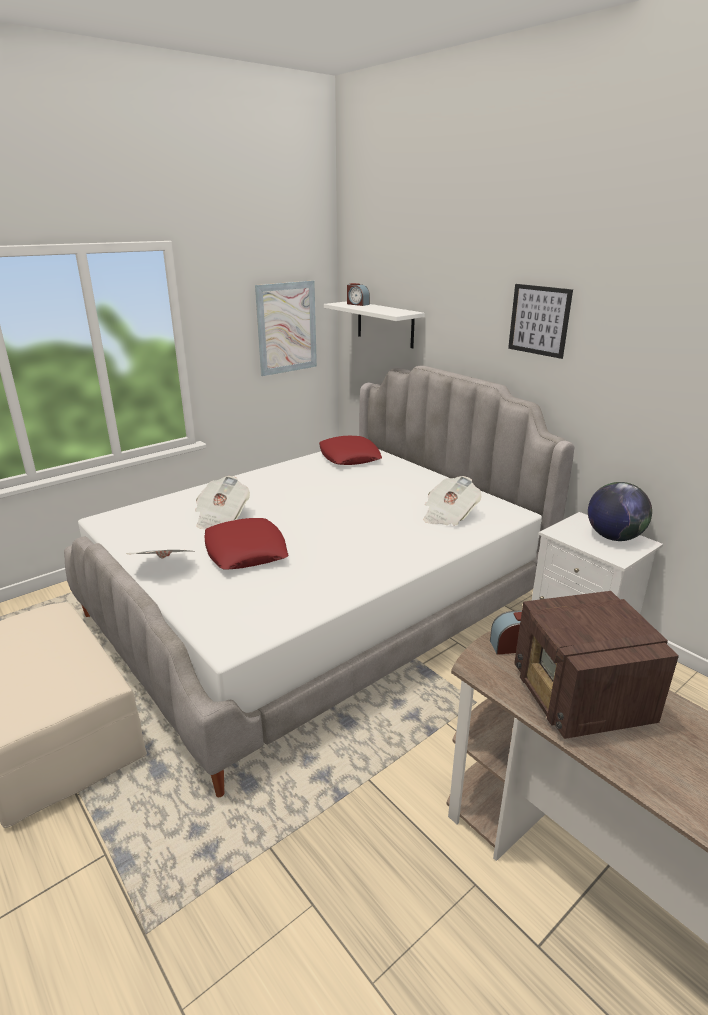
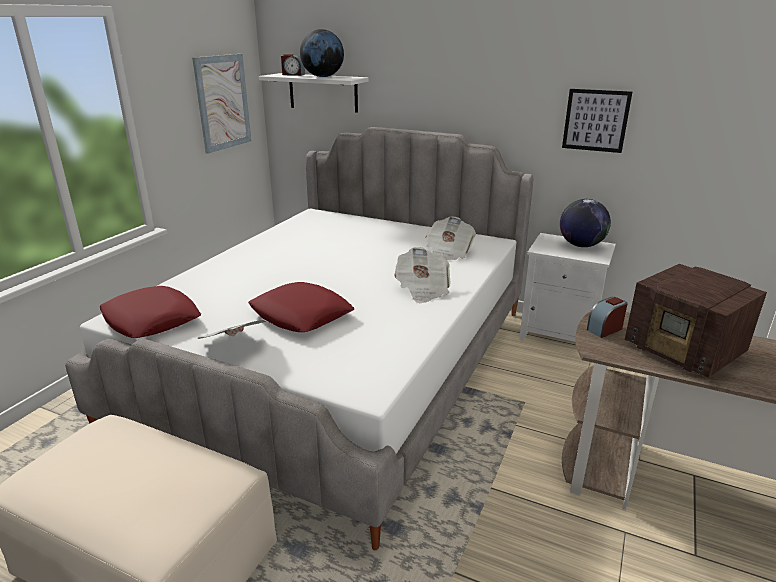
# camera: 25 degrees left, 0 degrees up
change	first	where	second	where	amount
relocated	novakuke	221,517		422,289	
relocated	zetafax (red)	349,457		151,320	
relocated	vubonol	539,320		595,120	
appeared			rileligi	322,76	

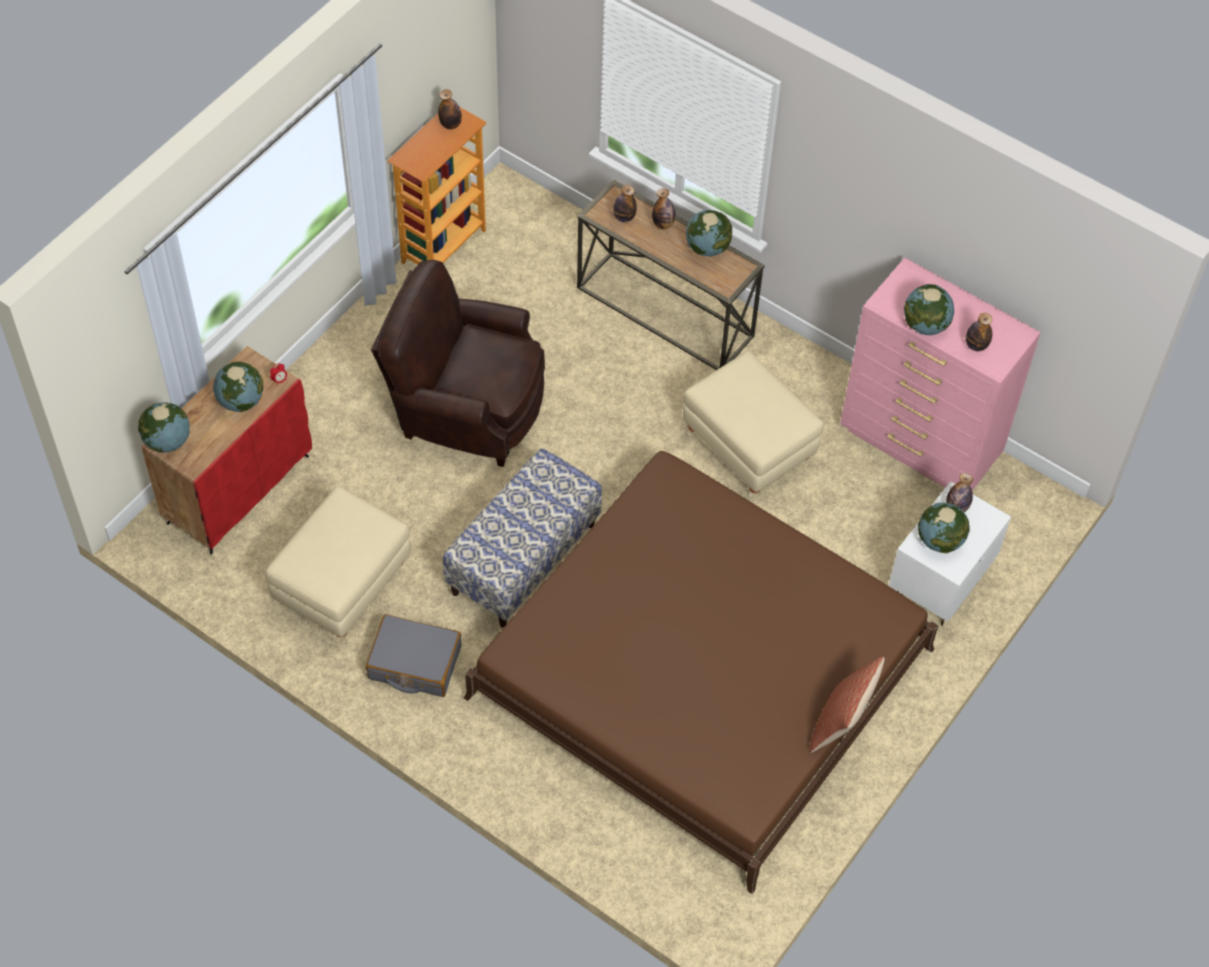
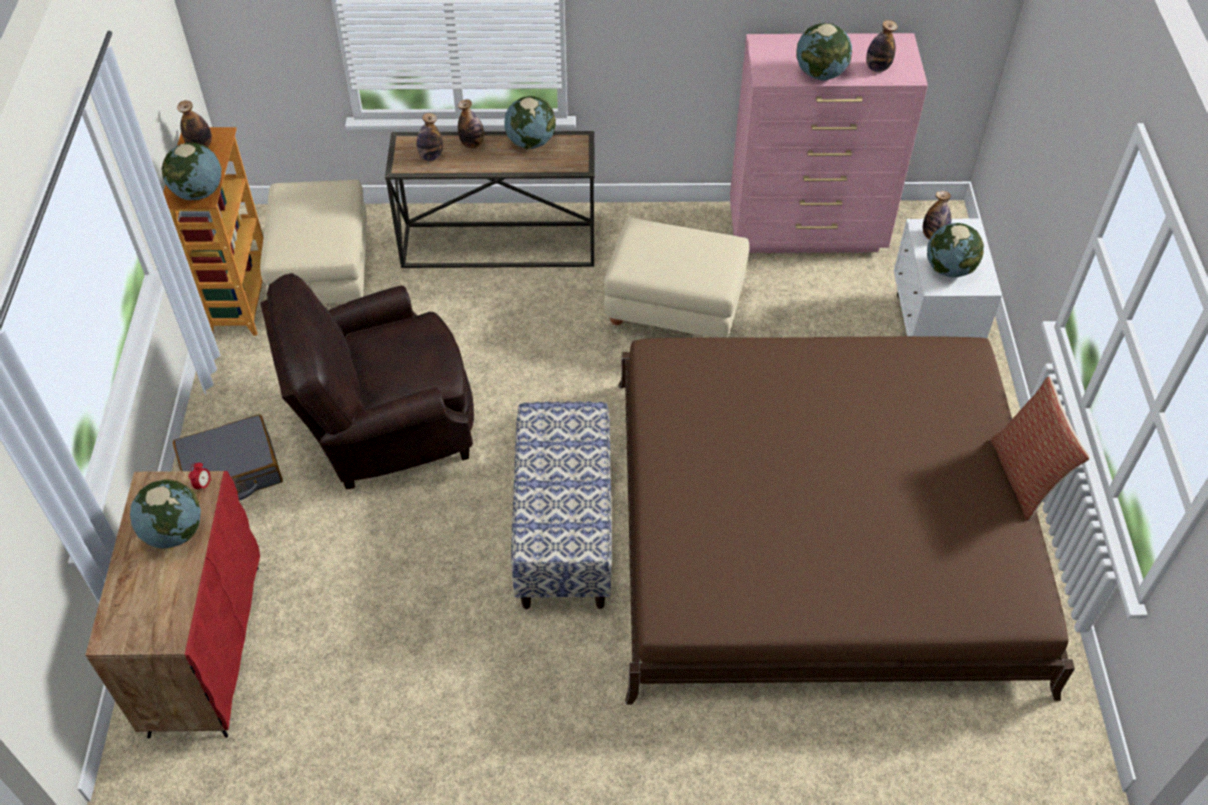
# camera: 35 degrees left, 5 degrees down
change	first	where	second	where	amount
relocated	rileligi	167,441		198,193	
relocated	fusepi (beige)	343,587		325,277	
relocated	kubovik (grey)	414,663		231,471	

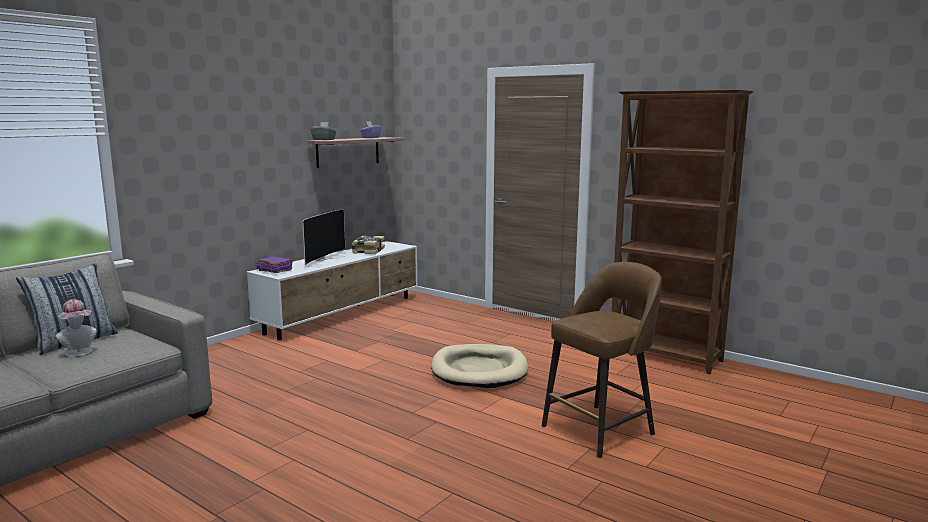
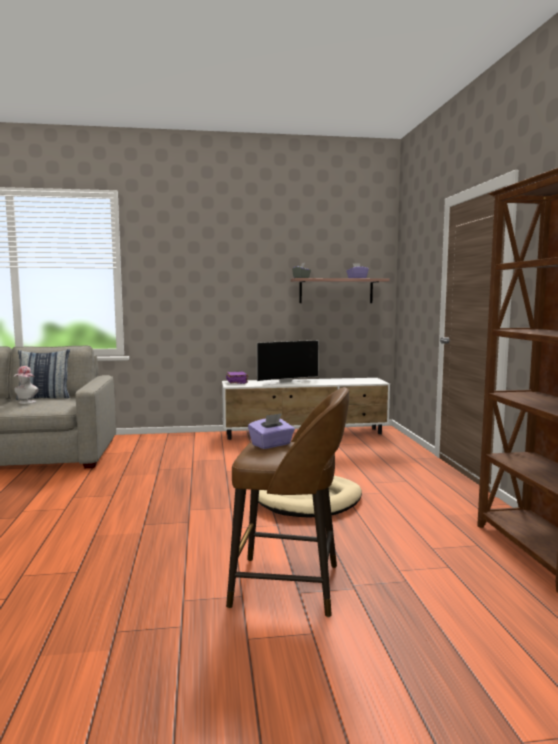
# camera: 45 degrees right, 5 degrees down
change	first	where	second	where	amount
missing	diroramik	367,251			
appeared			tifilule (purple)	271,445	

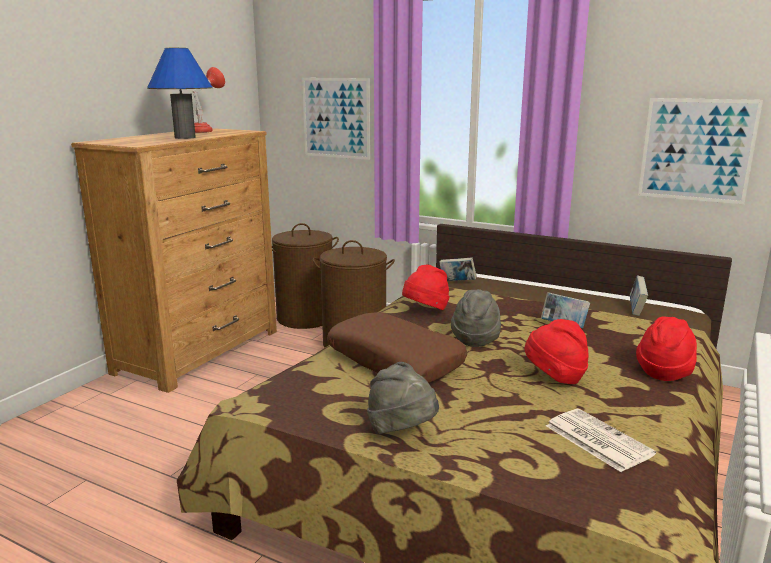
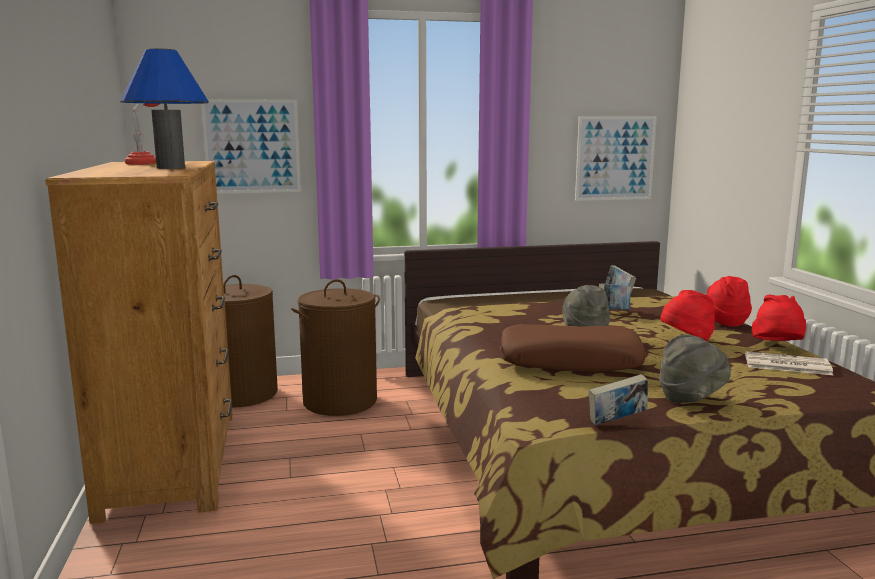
# camera: 40 degrees left, 5 degrees down
change	first	where	second	where	amount
relocated	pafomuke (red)	425,311		778,346	
relocated	diroramik	457,282		617,422	

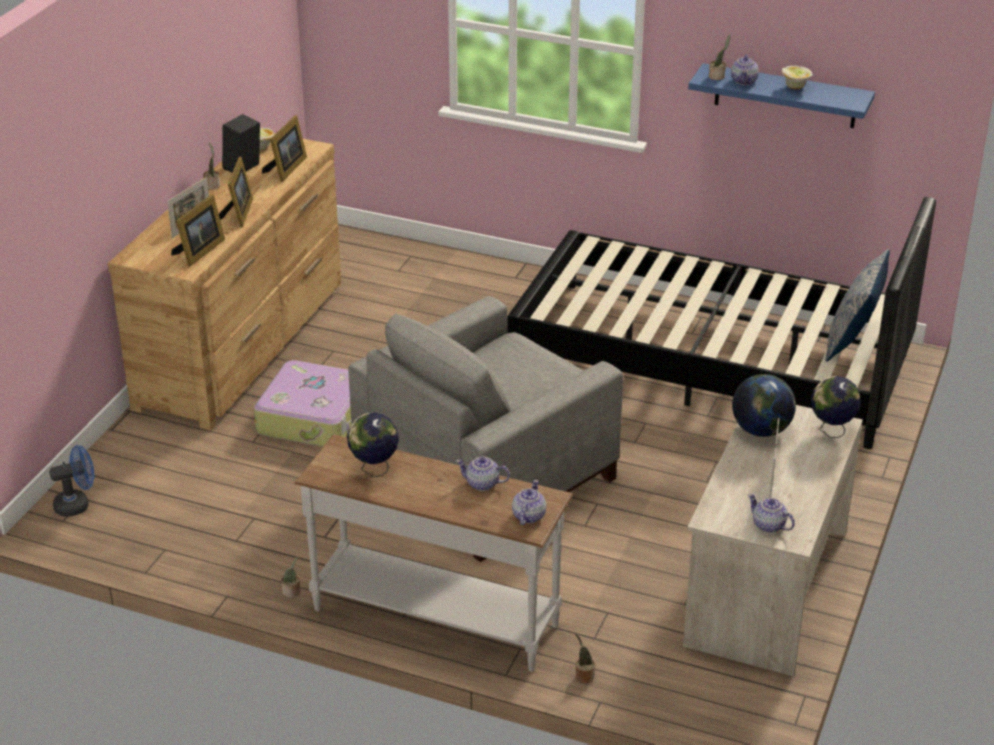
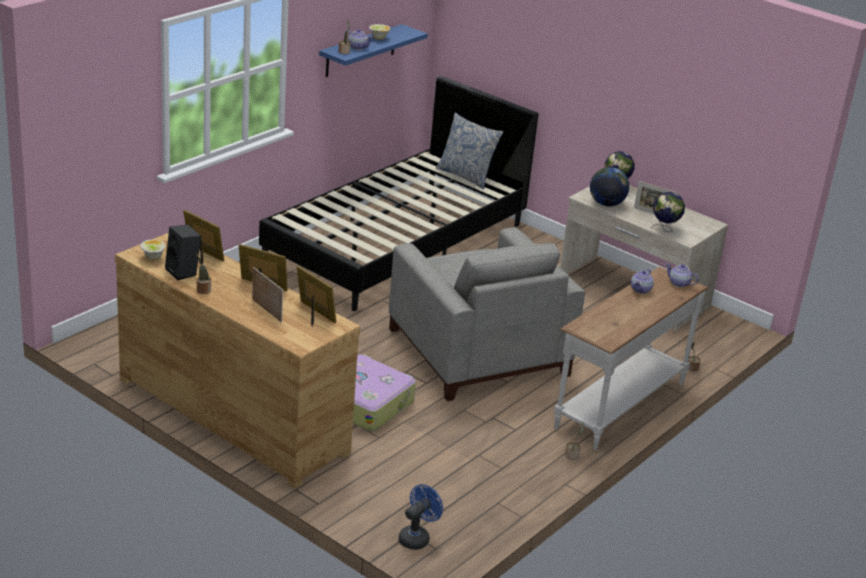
# camera: 75 degrees left, 5 degrees down
change	first	where	second	where	amount
spun	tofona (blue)	77,504		417,537	45 degrees clockwise
relocated	rileligi	374,469		665,229	
missing	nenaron	769,525			

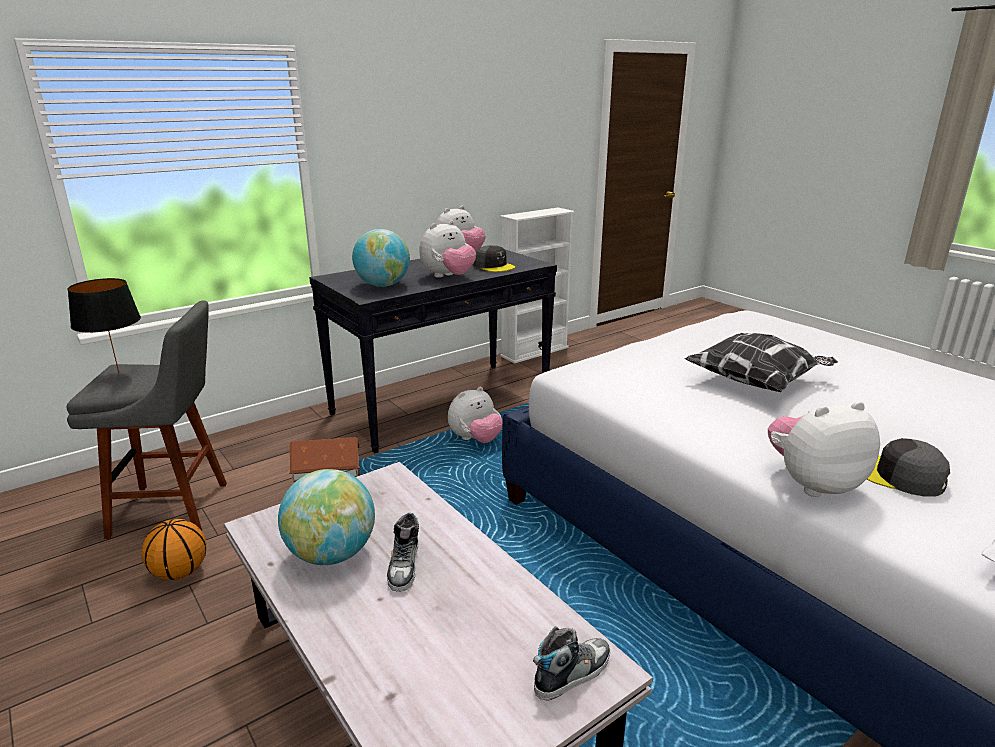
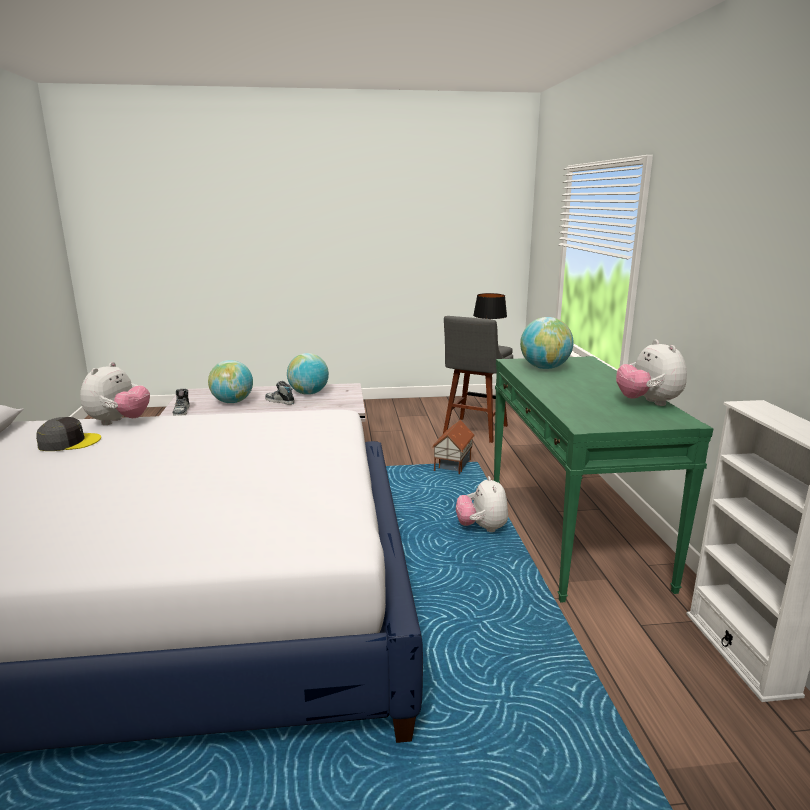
# camera: 120 degrees right, 5 degrees down
change	first	where	second	where	amount
missing	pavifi	179,572			
colour	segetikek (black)	442,404	segetikek (green)	572,531	
missing	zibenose	448,277			
missing	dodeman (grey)	493,266			
missing	zetafax	757,383			
appeared			rileligi	232,402	

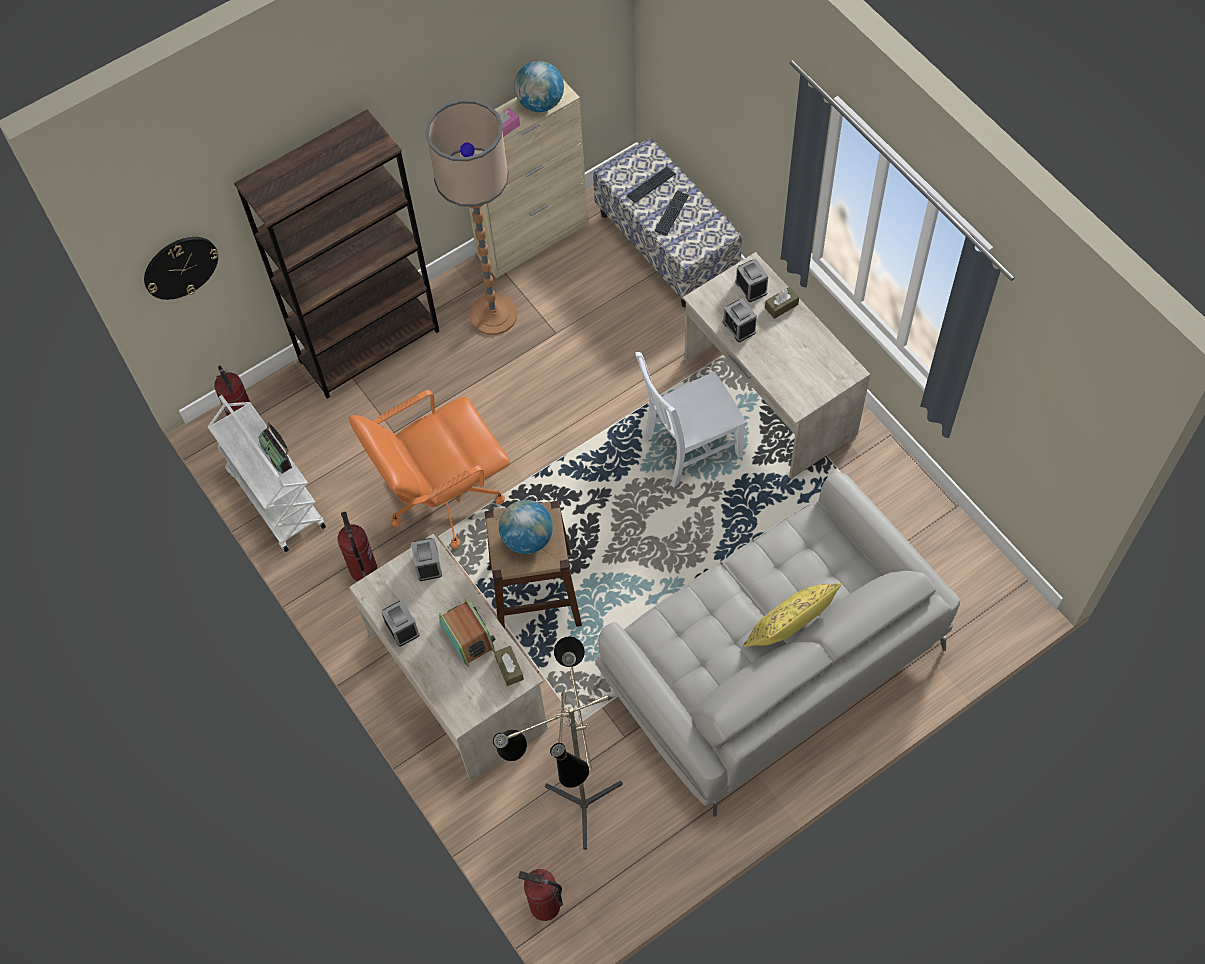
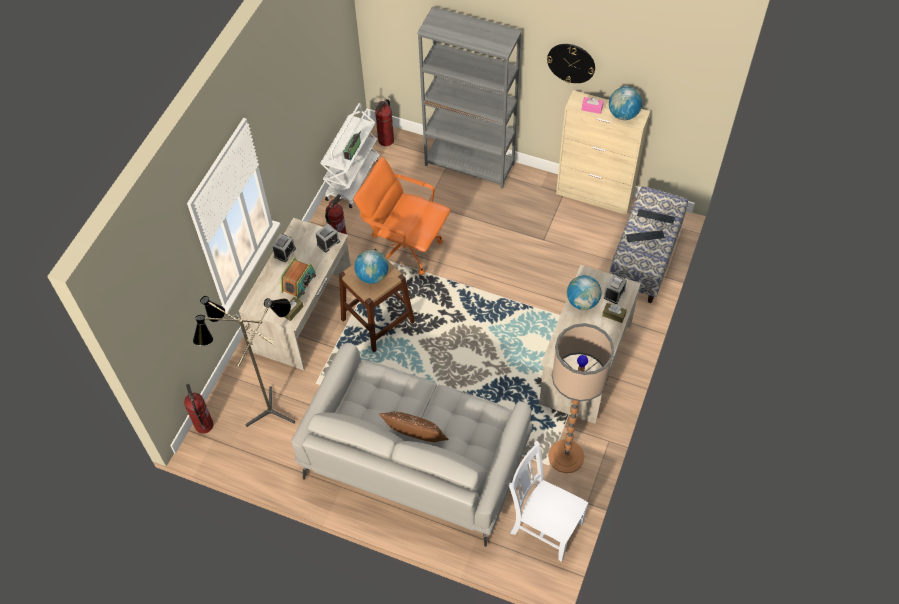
# camera: 55 degrees right, 5 degrees down
change	first	where	second	where	amount
relocated	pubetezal	180,267		571,63	
colour	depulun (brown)	370,346	depulun (grey)	469,164	
relocated	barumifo	493,315		566,456	
relocated	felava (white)	689,448		544,526	
exchanged	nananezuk	739,327	rileligi	582,302	
colour	zetafax (yellow)	788,631	zetafax (brown)	415,439	

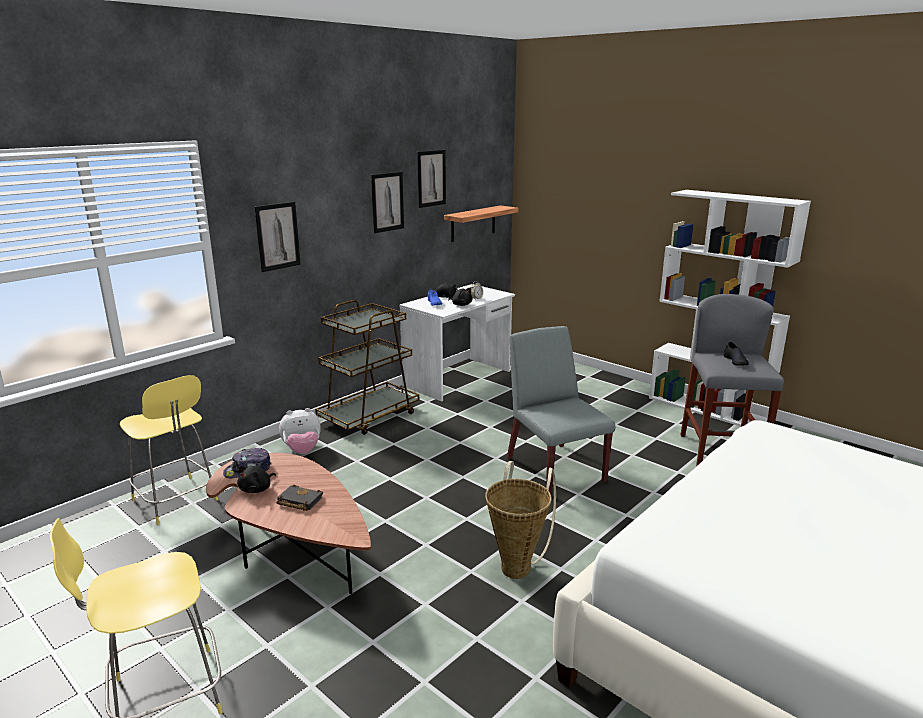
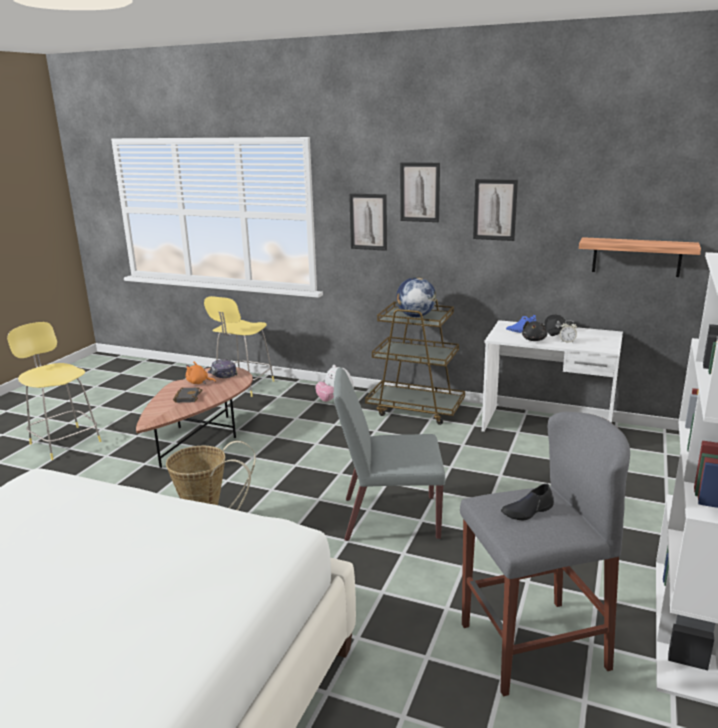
# camera: 70 degrees right, 0 degrees up
change	first	where	second	where	amount
colour	zibenose (black)	257,489	zibenose (orange)	198,382	
relocated	vubonol	431,178		420,192	
spun	felava (grey)	554,469		389,518	135 degrees counterclockwise
appeared			rileligi	415,316	

